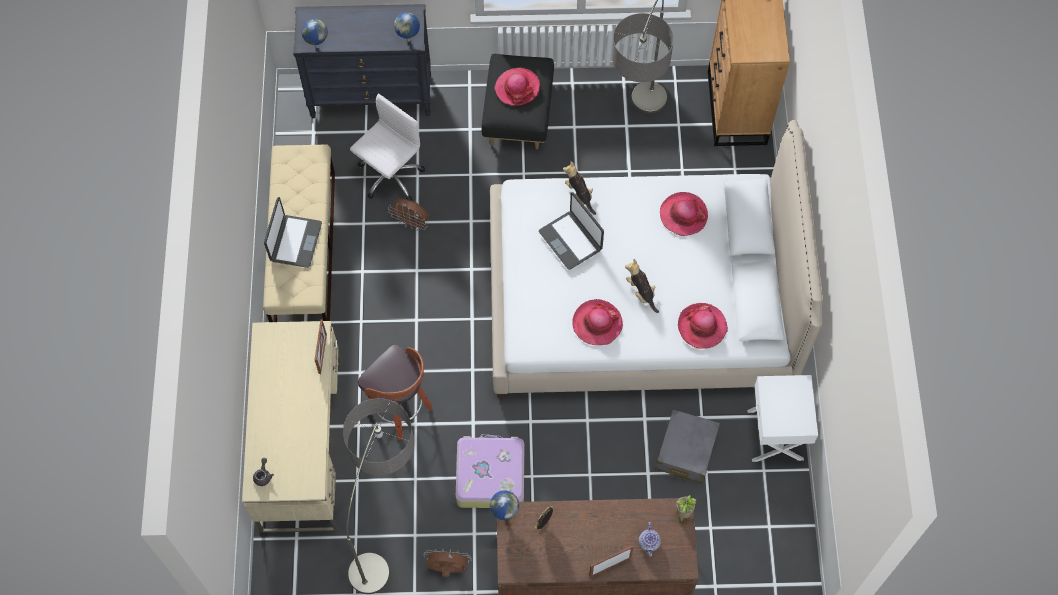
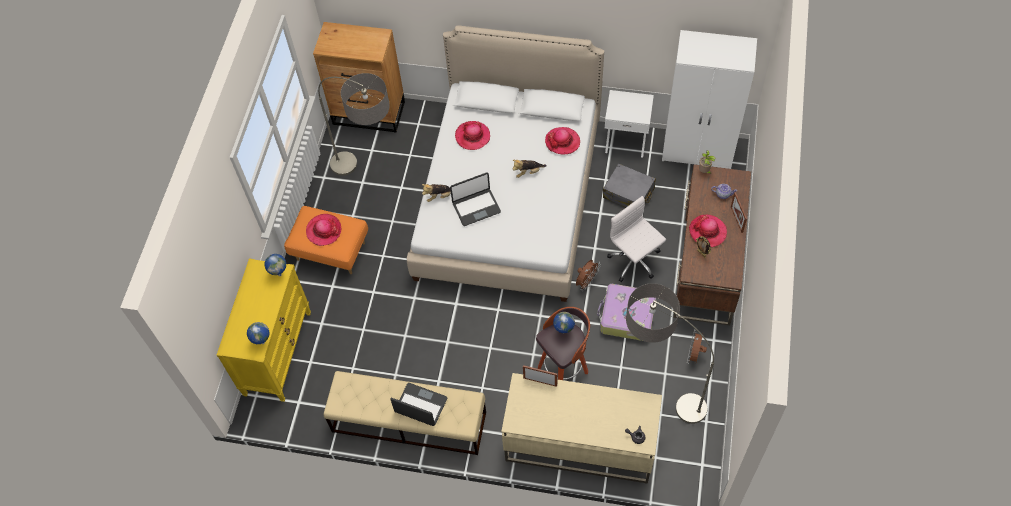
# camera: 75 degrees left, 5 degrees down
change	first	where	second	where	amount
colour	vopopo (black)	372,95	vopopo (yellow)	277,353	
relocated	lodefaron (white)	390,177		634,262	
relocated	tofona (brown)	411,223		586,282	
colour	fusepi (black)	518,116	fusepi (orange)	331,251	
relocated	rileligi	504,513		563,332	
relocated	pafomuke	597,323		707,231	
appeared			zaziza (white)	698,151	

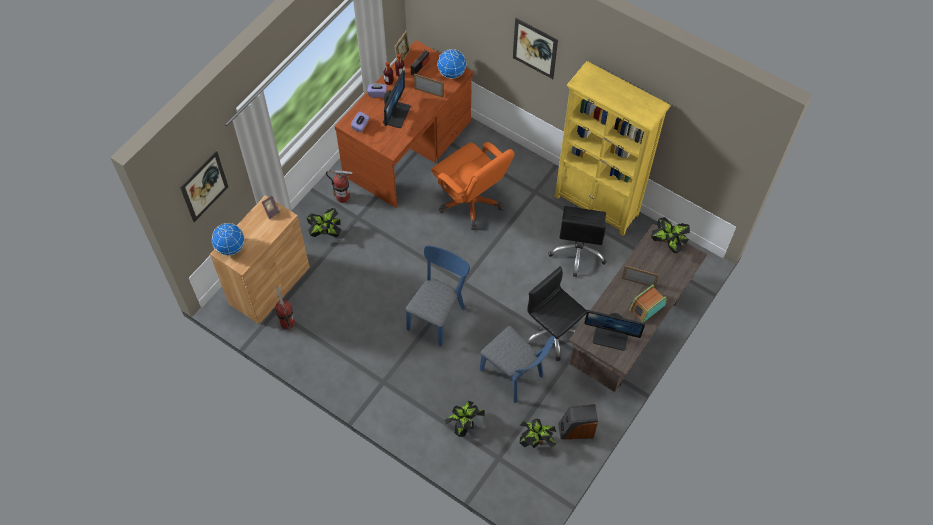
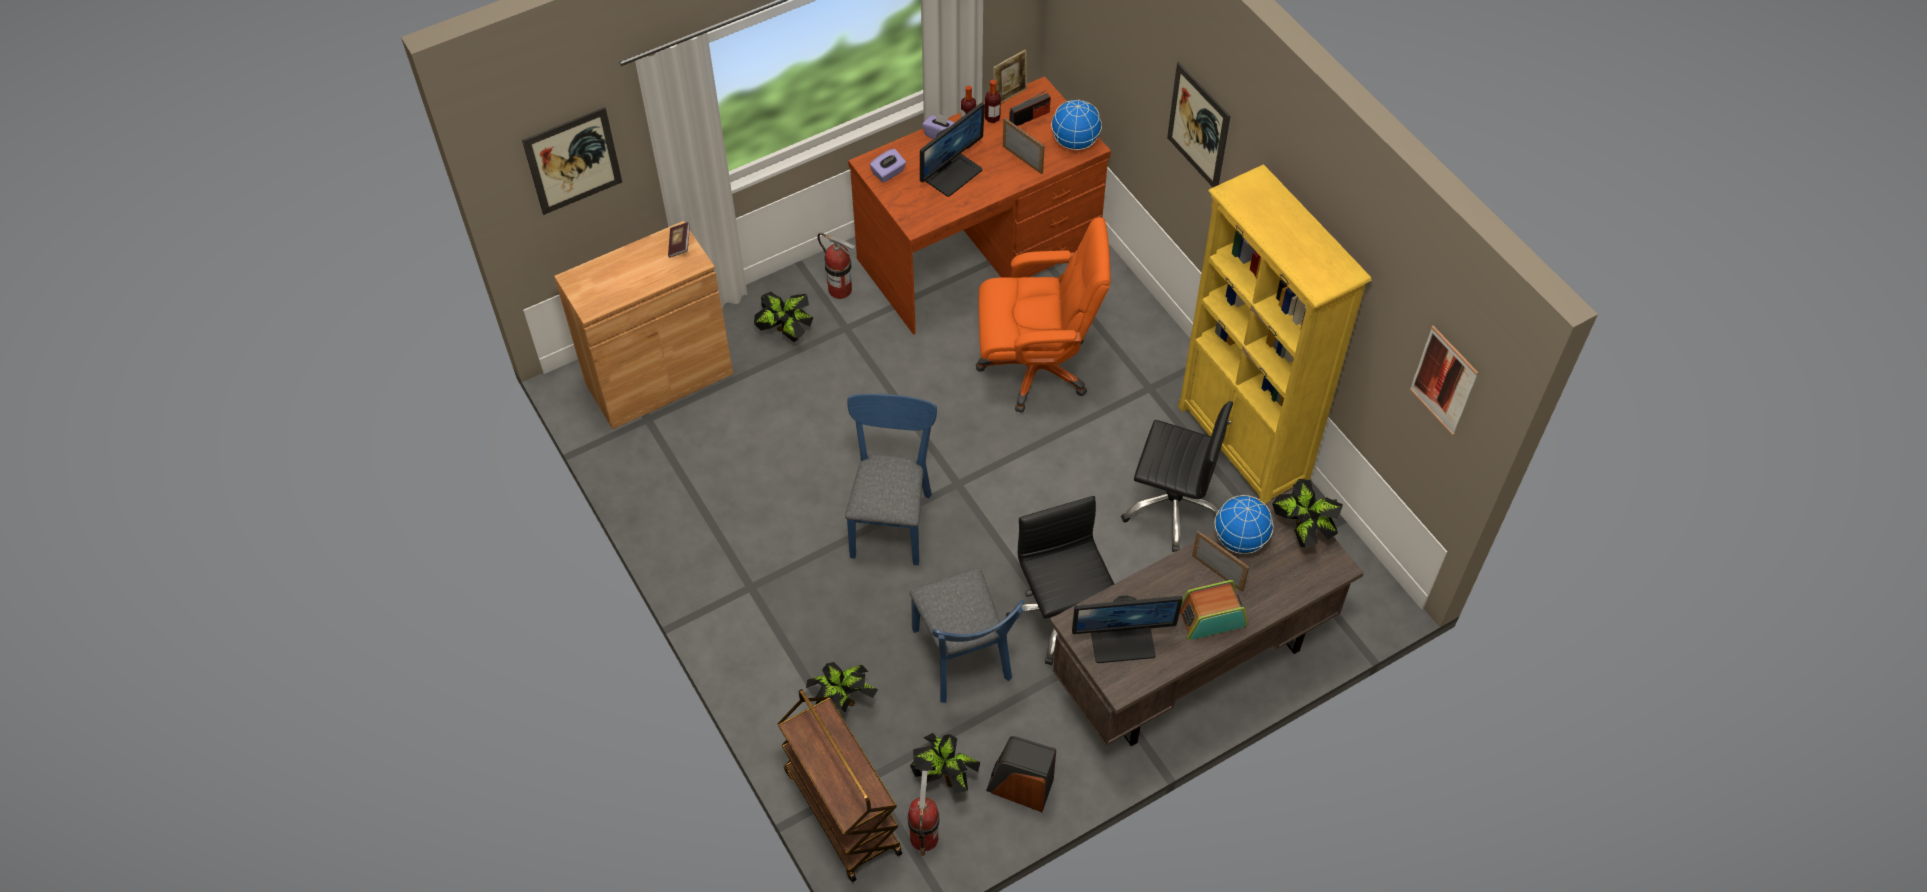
# camera: 25 degrees right, 5 degrees down
change	first	where	second	where	amount
relocated	rileligi	230,247		1239,539	
relocated	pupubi	287,322		924,837	
spun	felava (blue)	438,314		891,518	45 degrees counterclockwise
spun	lodefaron (orange)	471,202		1037,368	75 degrees counterclockwise
spun	lodefaron (black)	578,251		1173,506	105 degrees counterclockwise
spun	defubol	611,337		1123,641	45 degrees counterclockwise
appeared			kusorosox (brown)	841,811	
appeared			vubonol	1443,380	

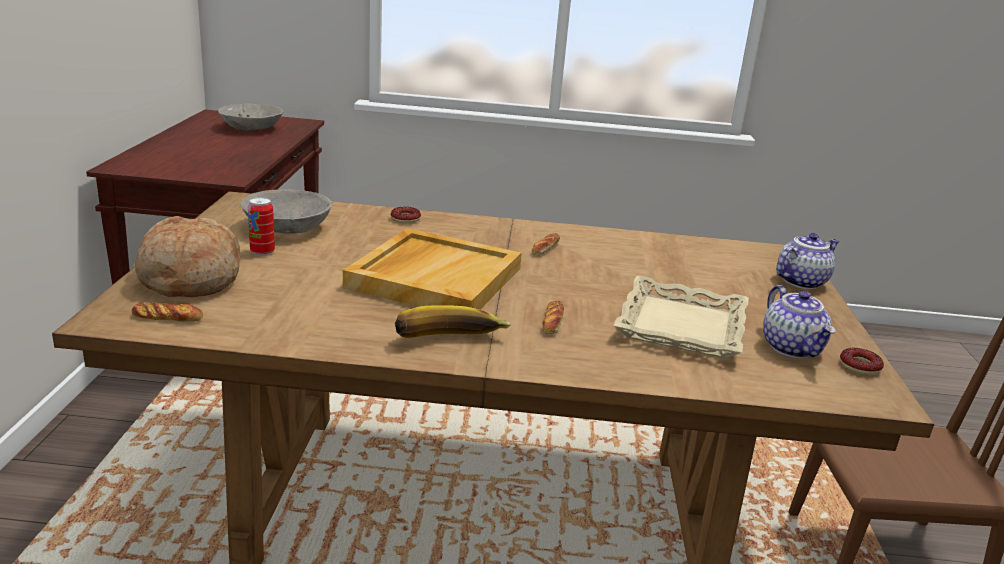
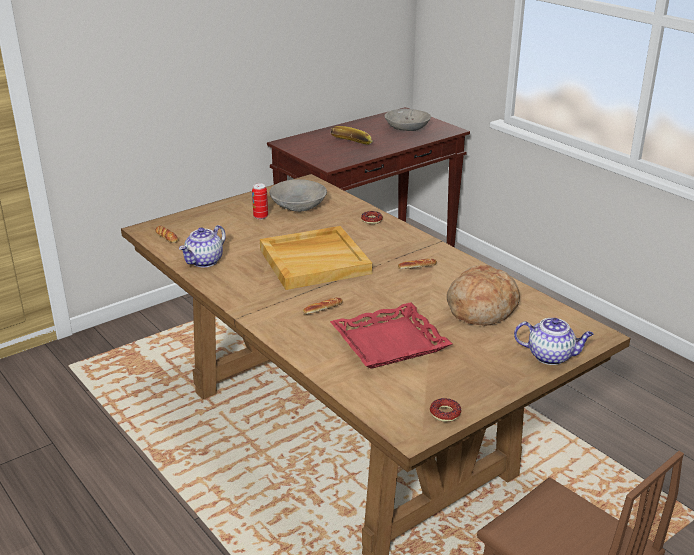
# camera: 50 degrees right, 5 degrees up
change	first	where	second	where	amount
relocated	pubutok	189,278		481,308	
relocated	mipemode	450,342		351,144	
colour	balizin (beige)	680,326	balizin (red)	389,342	
relocated	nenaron	792,348		204,261	

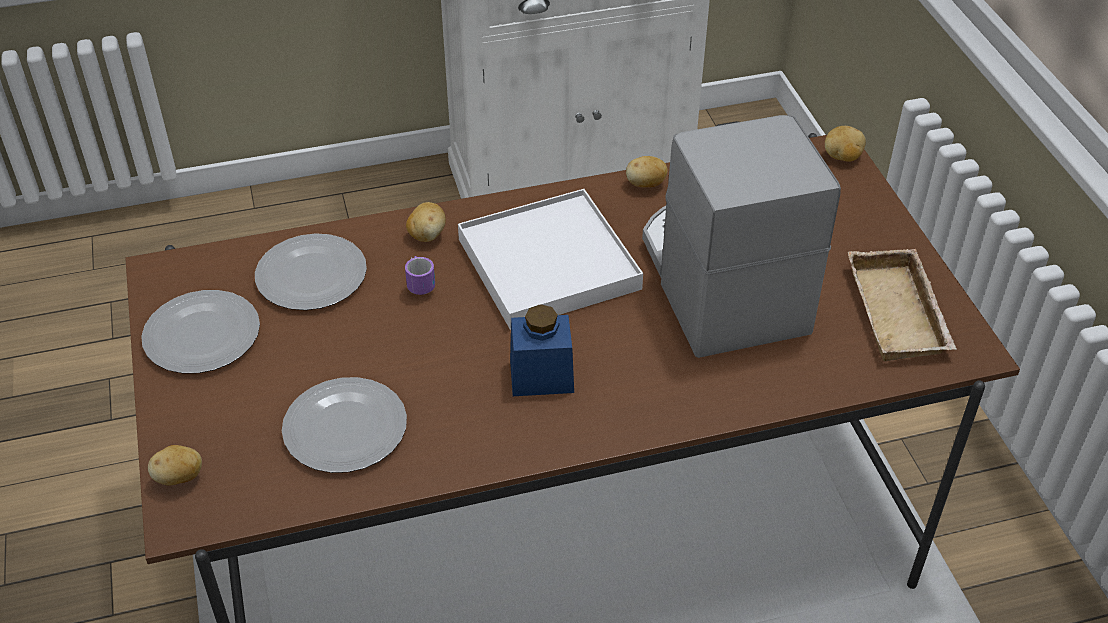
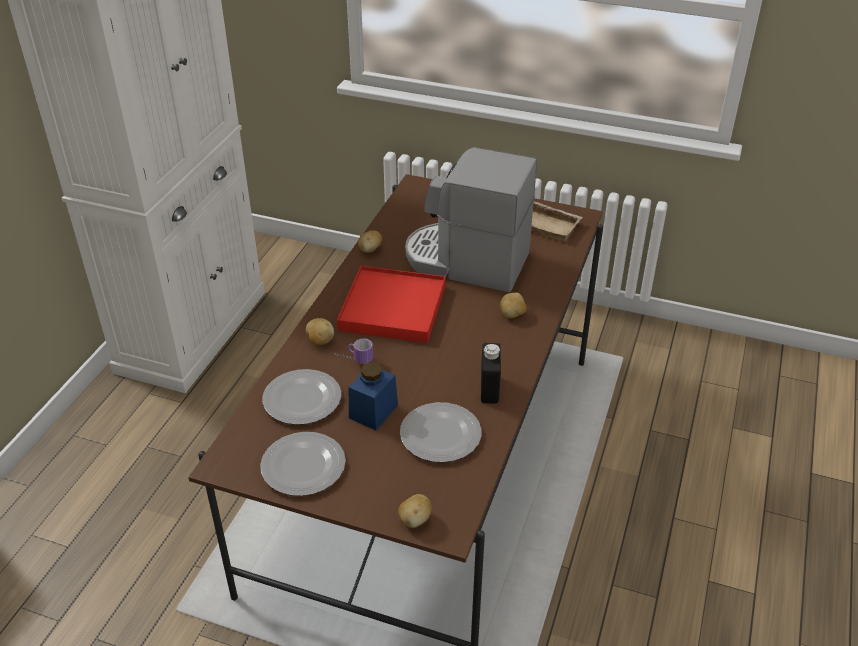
# camera: 55 degrees left, 5 degrees down
change	first	where	second	where	amount
colour	balizin (white)	549,264	balizin (red)	393,308	
relocated	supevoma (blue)	541,376		373,411	
relocated	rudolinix	842,157		512,314	
appeared			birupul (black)	489,389	

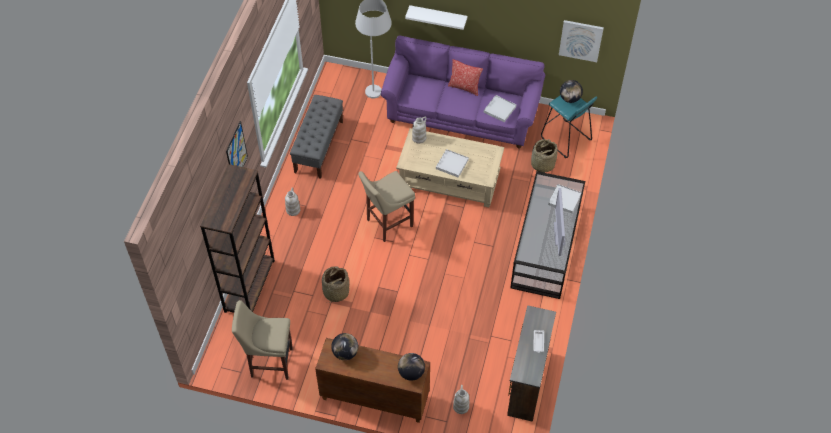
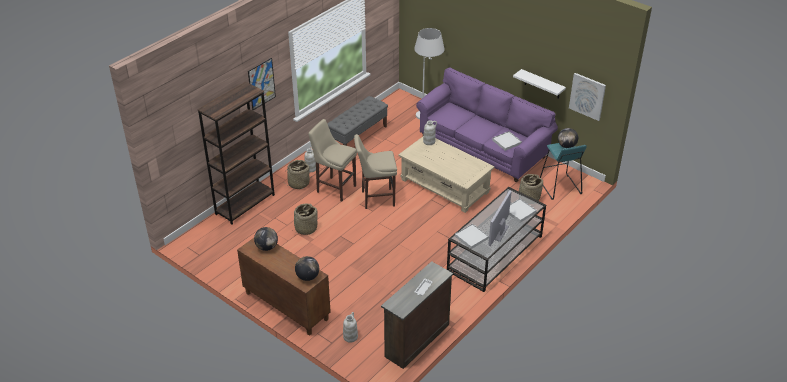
# camera: 25 degrees right, 15 degrees down
change	first	where	second	where	amount
relocated	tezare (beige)	269,362		334,188	
relocated	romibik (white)	438,17		542,84	
relocated	balizin (white)	452,164		471,237	
missing	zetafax	464,87			
appeared			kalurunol	298,183	

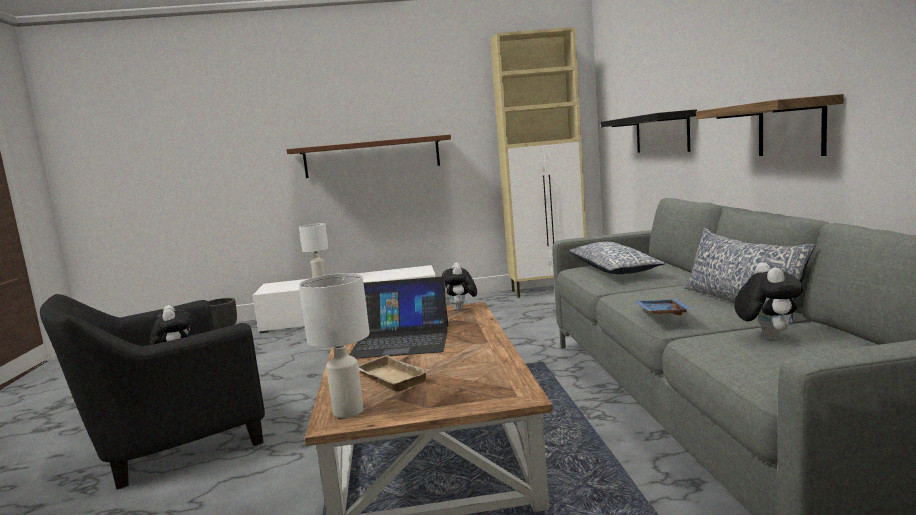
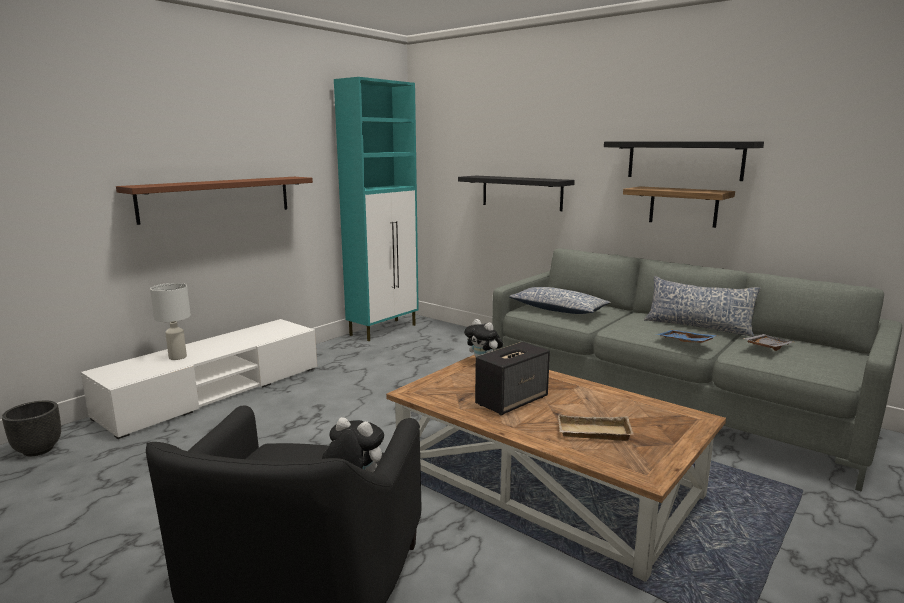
# camera: 45 degrees left, 5 degrees up
change	first	where	second	where	amount
missing	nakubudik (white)	347,411			
exchanged	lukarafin	401,341	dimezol	512,401	
colour	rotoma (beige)	549,290	rotoma (turquoise)	384,330	
exchanged	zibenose	766,337	balizin (grey)	766,347	
appeared			romibik (black)	684,160	

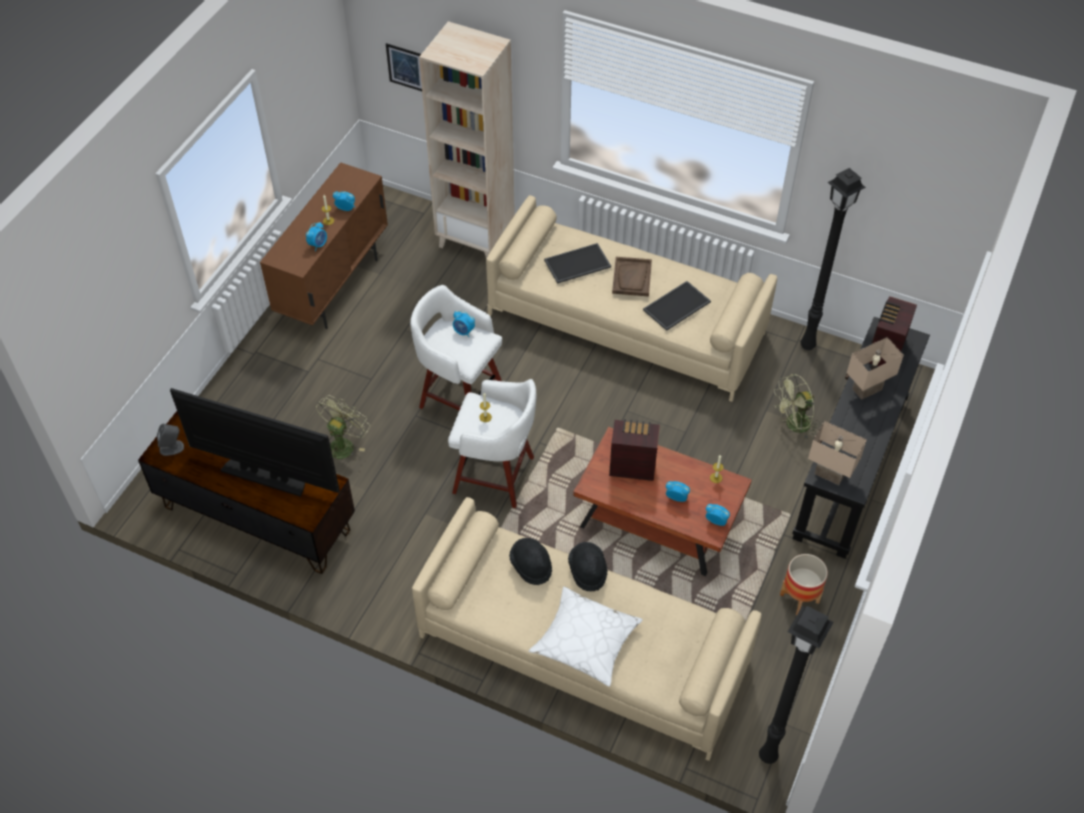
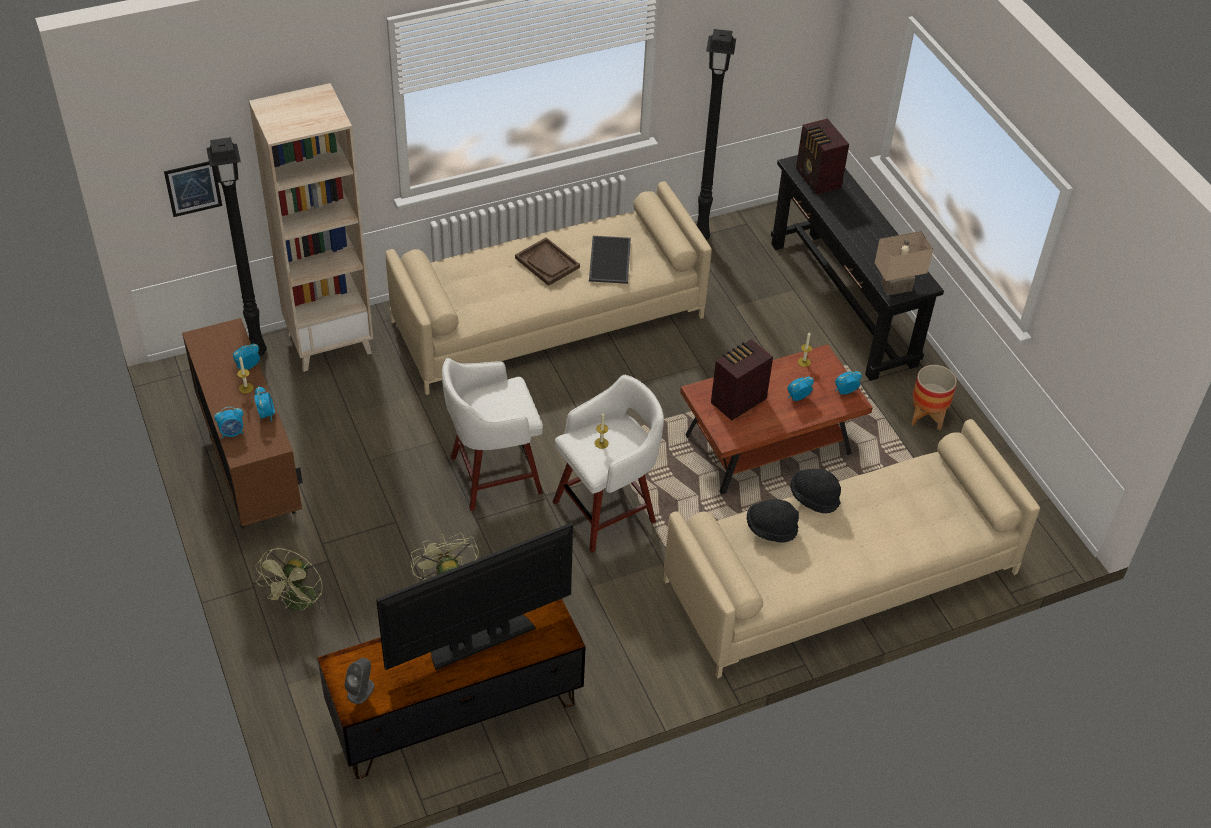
# camera: 50 degrees left, 5 degrees down
change	first	where	second	where	amount
relocated	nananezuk	464,332		232,433	
missing	zetafax (white)	585,641			
missing	balizin	577,264			
relocated	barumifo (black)	768,758		259,352	
relocated	tofona (green)	793,425		298,604	
missing	nakubudik (beige)	867,390			

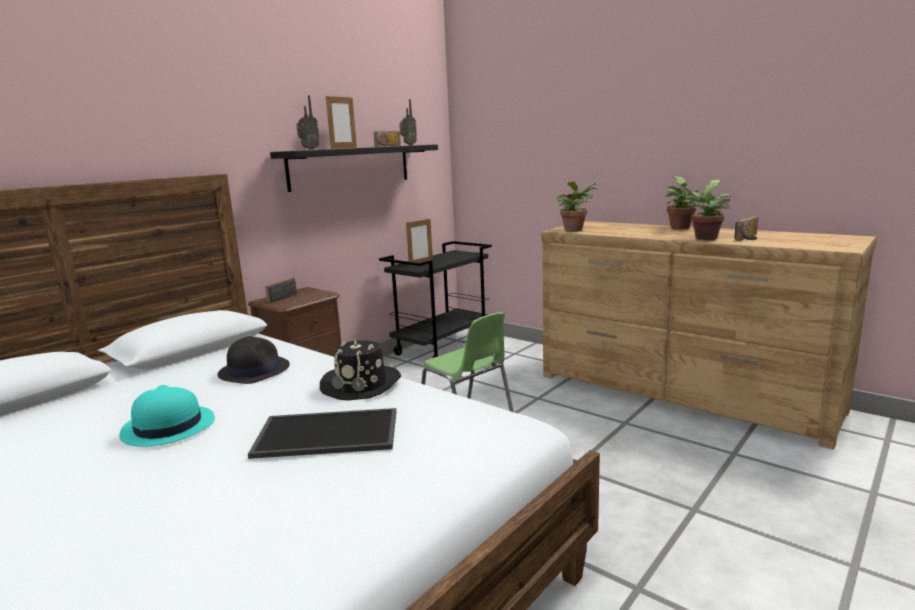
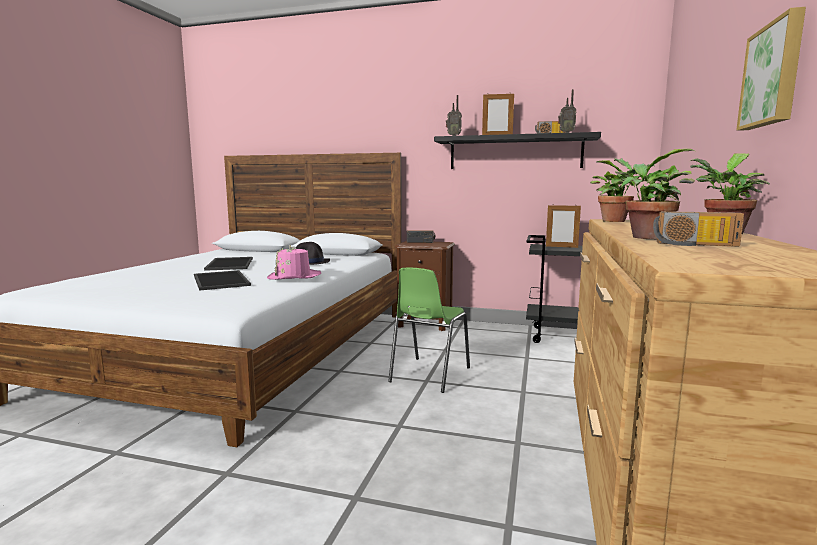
# camera: 65 degrees right, 5 degrees down
change	first	where	second	where	amount
exchanged	pafomuke (turquoise)	167,427	balizin	229,264	
colour	pafomuke (black)	361,384	pafomuke (pink)	294,277	
appeared			vubonol	774,75	

